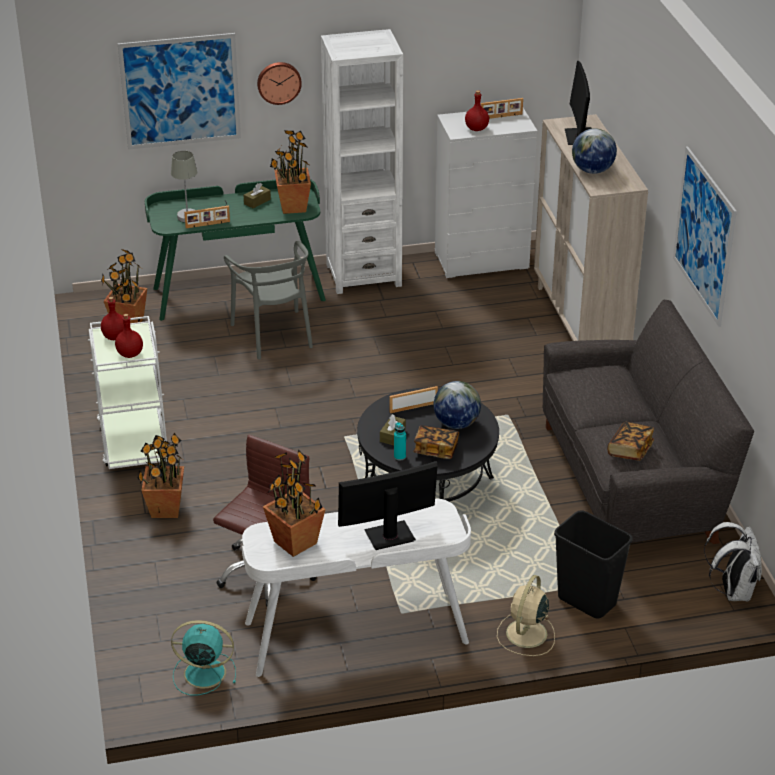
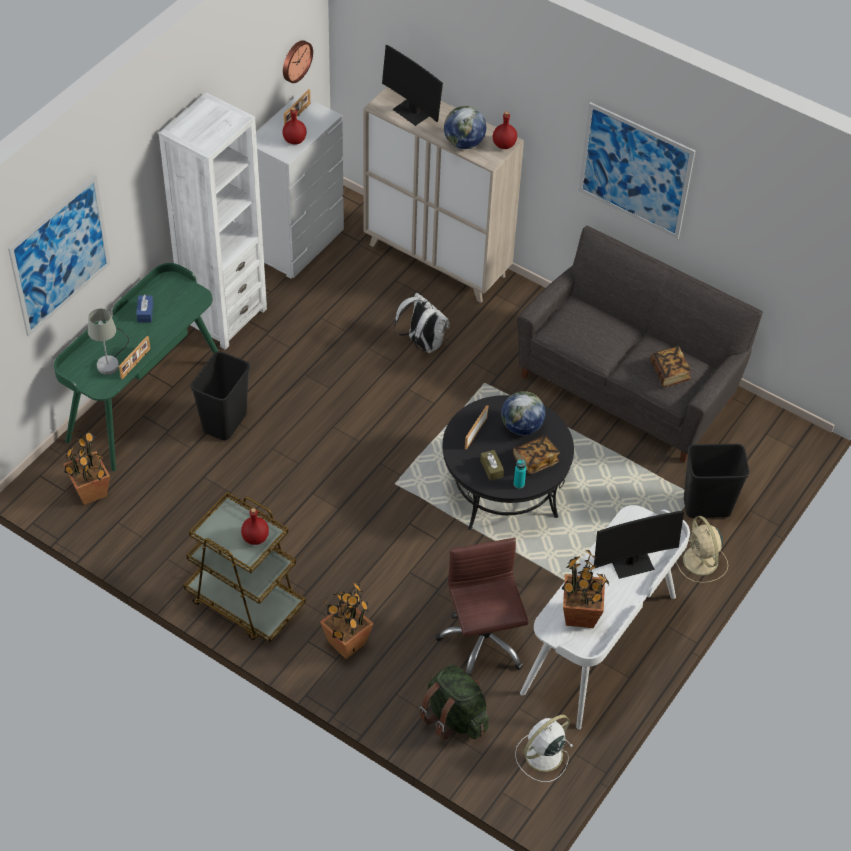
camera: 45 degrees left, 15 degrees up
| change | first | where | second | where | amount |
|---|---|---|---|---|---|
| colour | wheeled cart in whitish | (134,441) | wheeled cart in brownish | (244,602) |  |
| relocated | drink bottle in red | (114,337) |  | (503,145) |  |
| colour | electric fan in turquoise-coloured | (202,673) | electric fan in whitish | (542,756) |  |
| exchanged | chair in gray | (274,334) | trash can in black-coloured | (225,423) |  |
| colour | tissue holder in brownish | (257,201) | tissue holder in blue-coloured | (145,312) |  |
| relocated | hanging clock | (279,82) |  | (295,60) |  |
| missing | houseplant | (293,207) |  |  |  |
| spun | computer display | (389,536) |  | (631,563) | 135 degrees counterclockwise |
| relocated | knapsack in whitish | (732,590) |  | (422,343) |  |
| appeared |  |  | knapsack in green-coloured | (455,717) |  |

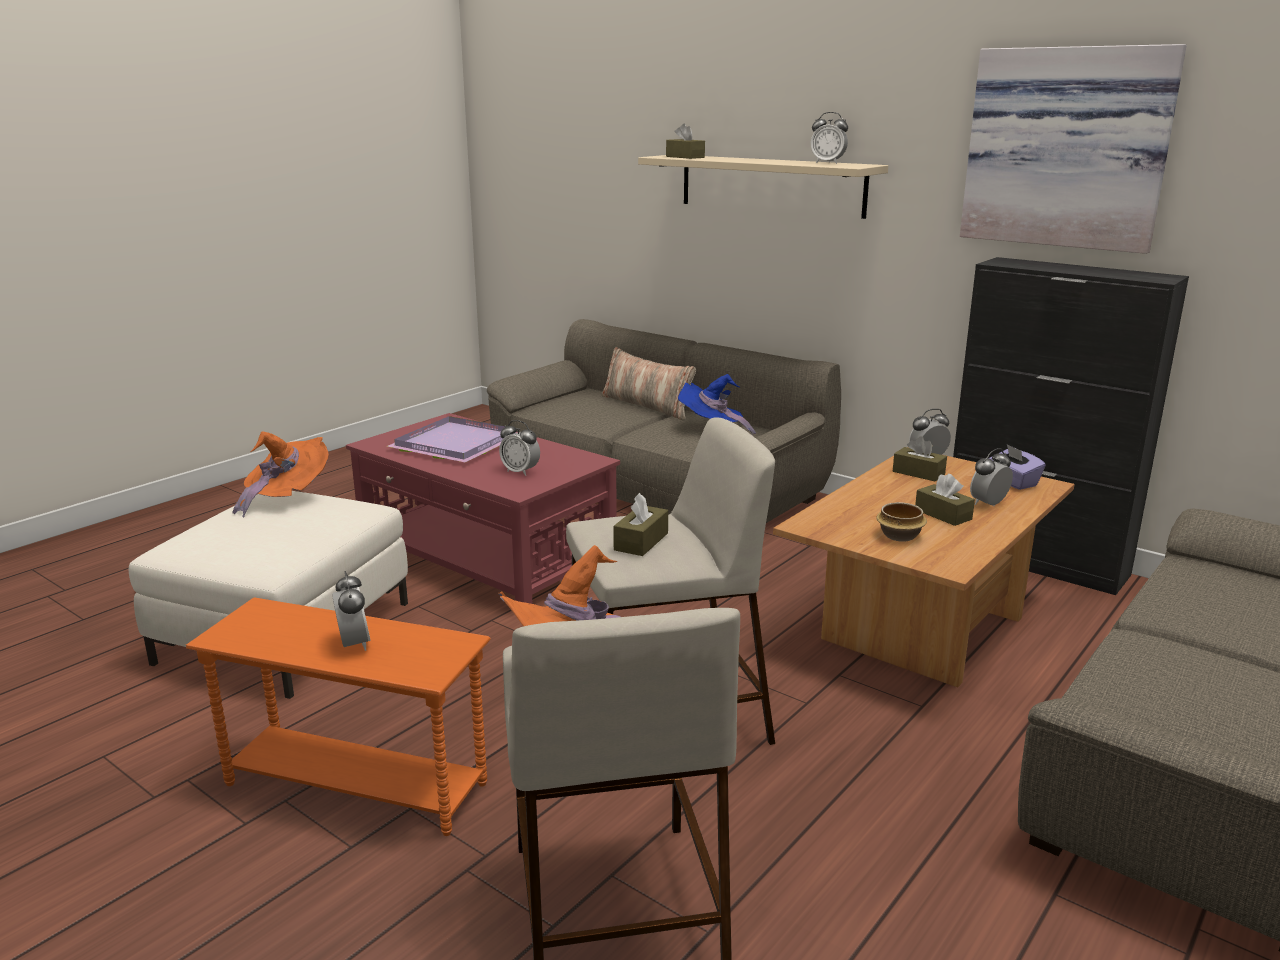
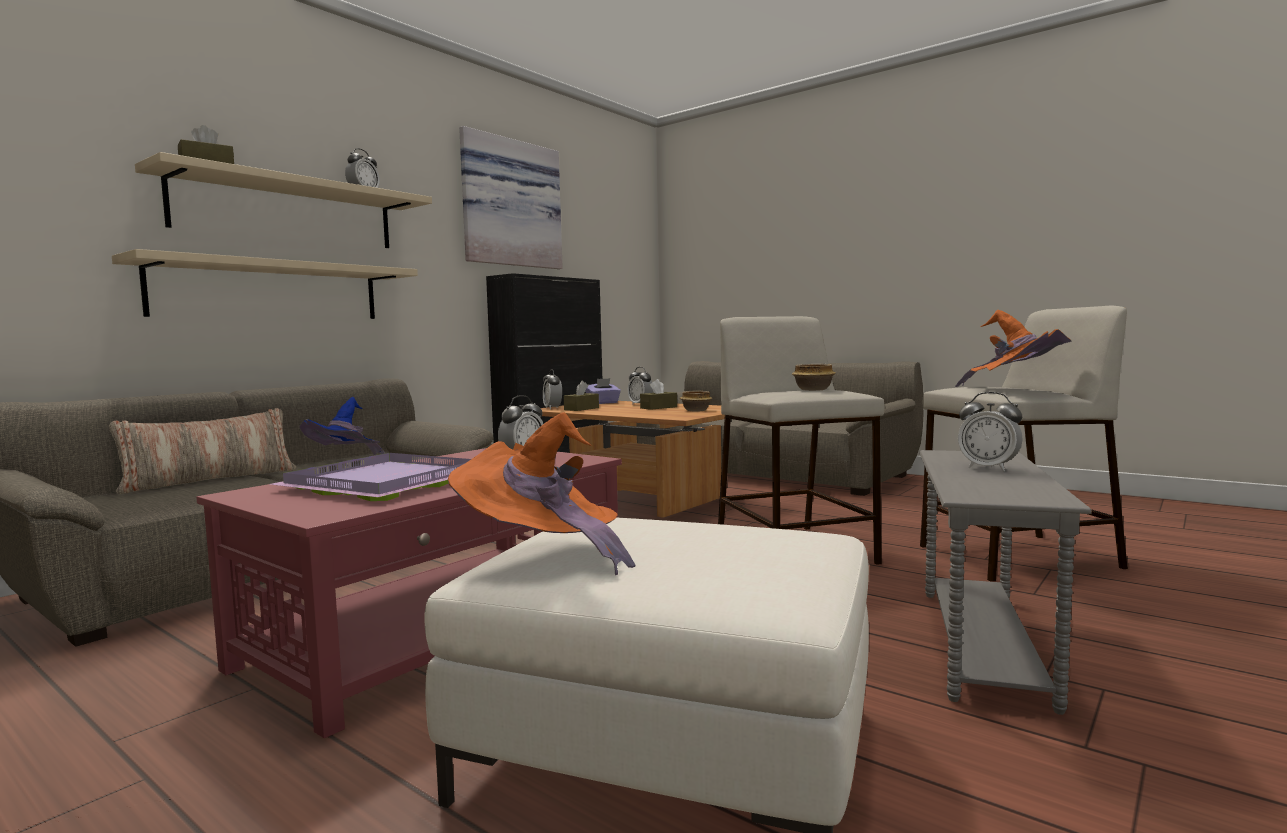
camera: 90 degrees left, 15 degrees down
| change | first | where | second | where | amount |
|---|---|---|---|---|---|
| colour | accent table in orange-coloured | (355,785) | accent table in gray | (984,644) |  |
| spun | bedside clock | (354,644) |  | (988,468) | 120 degrees counterclockwise |
| exchanged | tissue holder in brownish | (641,541) | serving bowl | (814,389) |  |
| appeared |  |  | shelf in beige-coloured | (270,291) |  |

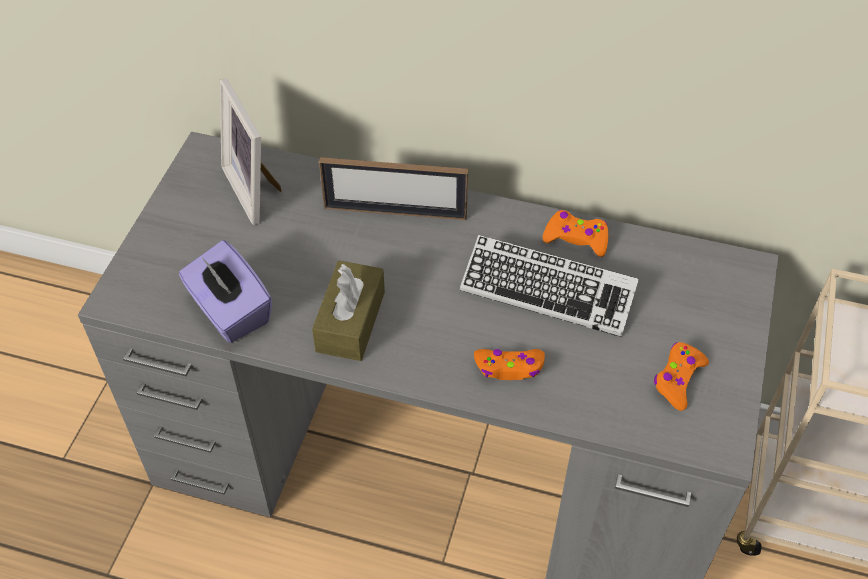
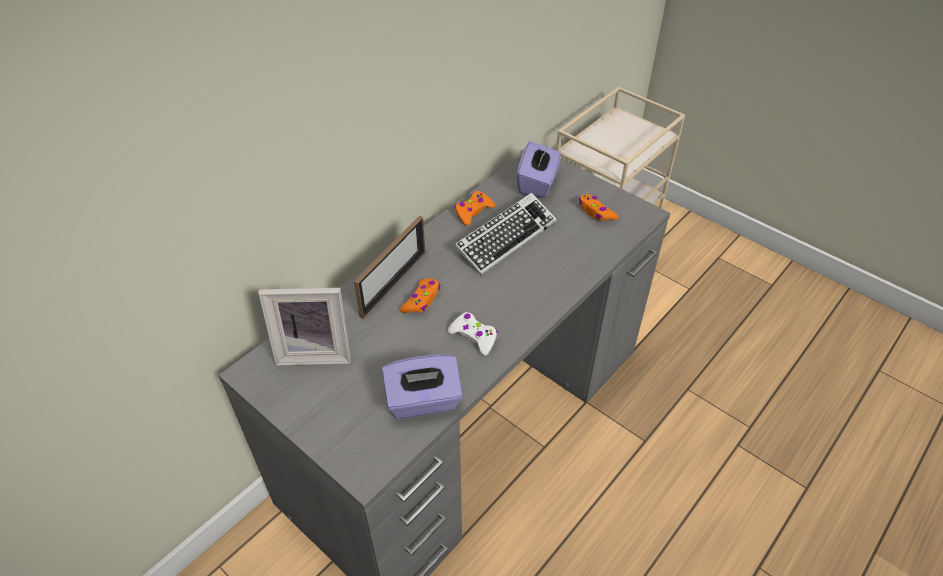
camera: 65 degrees left, 5 degrees down
| change | first | where | second | where | amount |
|---|---|---|---|---|---|
| exchanged | tissue holder in brownish | (350,321) | gamepad in whitish | (474,336) |  |
| relocated | gamepad in orange-coloured | (509,368) |  | (422,300) |  |
| appeared |  |  | tissue holder in purple | (537,183) |  |

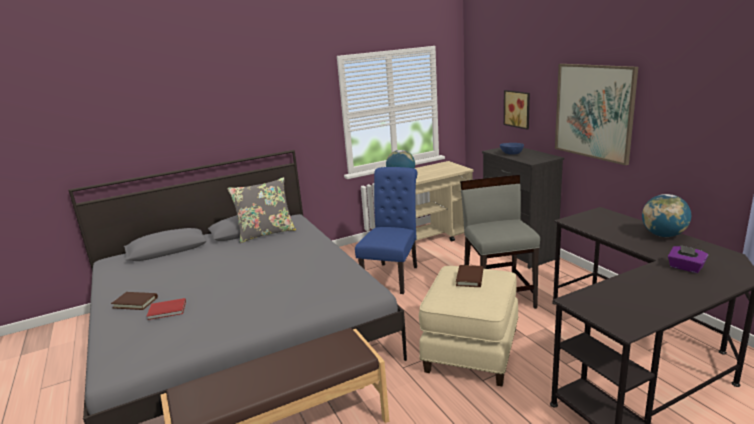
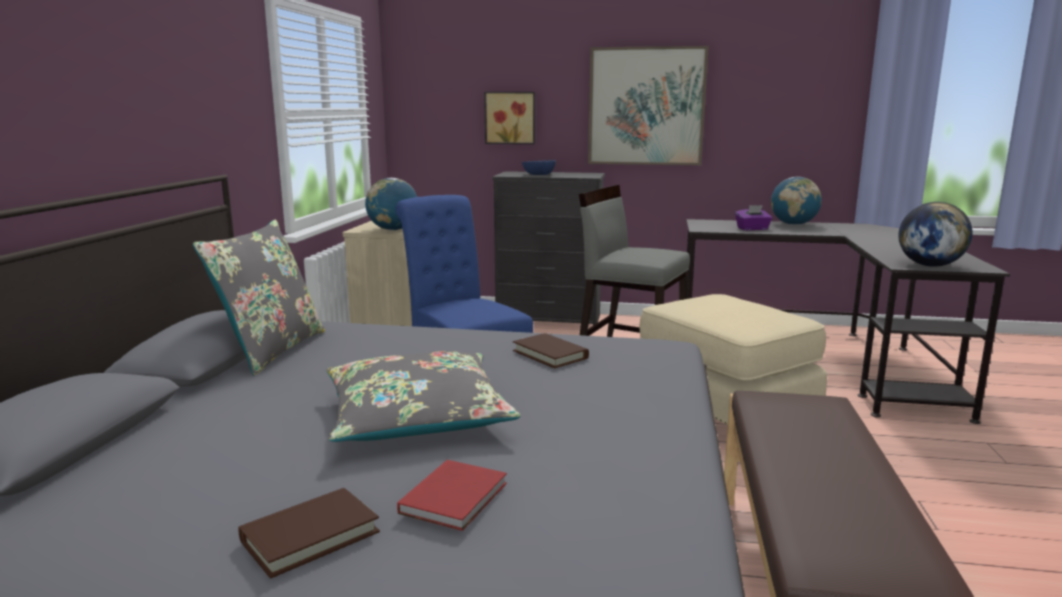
camera: 55 degrees left, 5 degrees down
| change | first | where | second | where | amount |
|---|---|---|---|---|---|
| relocated | volume in brownish | (470,278) |  | (550,354) |  |
| relocated | tissue holder in purple | (685,267) |  | (752,229) |  |
| appeared |  |  | throw pillow in gray | (417,416) |  |
| appeared |  |  | world globe | (929,265) |  |

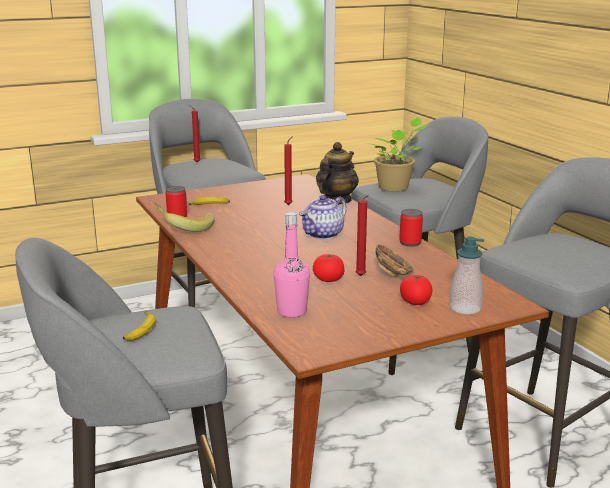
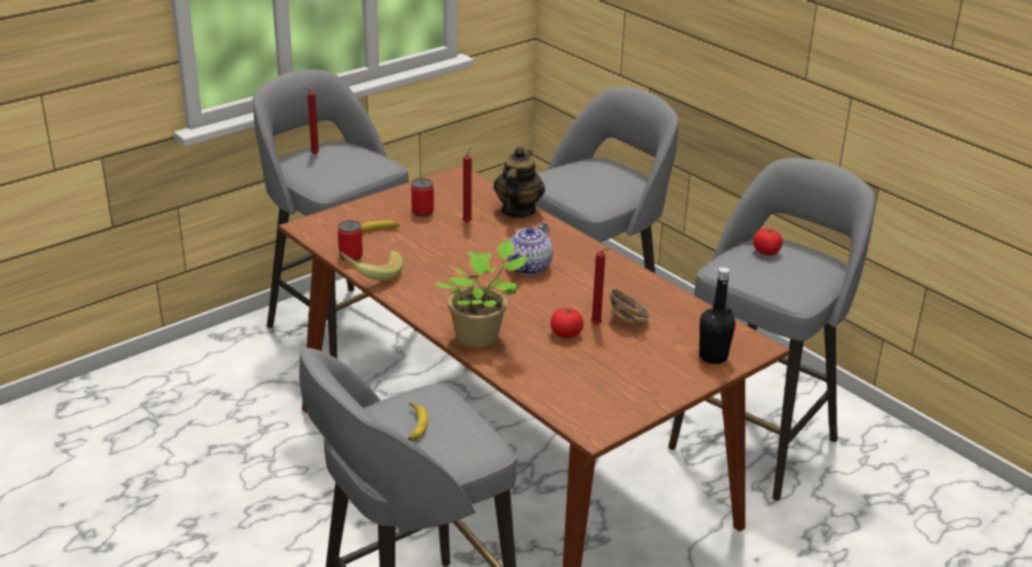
camera: 15 degrees left, 10 degrees up
| change | first | where | second | where | amount |
|---|---|---|---|---|---|
| missing | drink bottle in pink | (292,312) |  |  |  |
| relocated | houseplant | (395,188) |  | (480,337) |  |
| relocated | sealed can | (410,243) |  | (422,212) |  |
| relocated | fresh tomato | (415,302) |  | (766,252) |  |
| exchanged | soap dispenser | (465,308) | drink bottle in black-coloured | (713,356) |  |

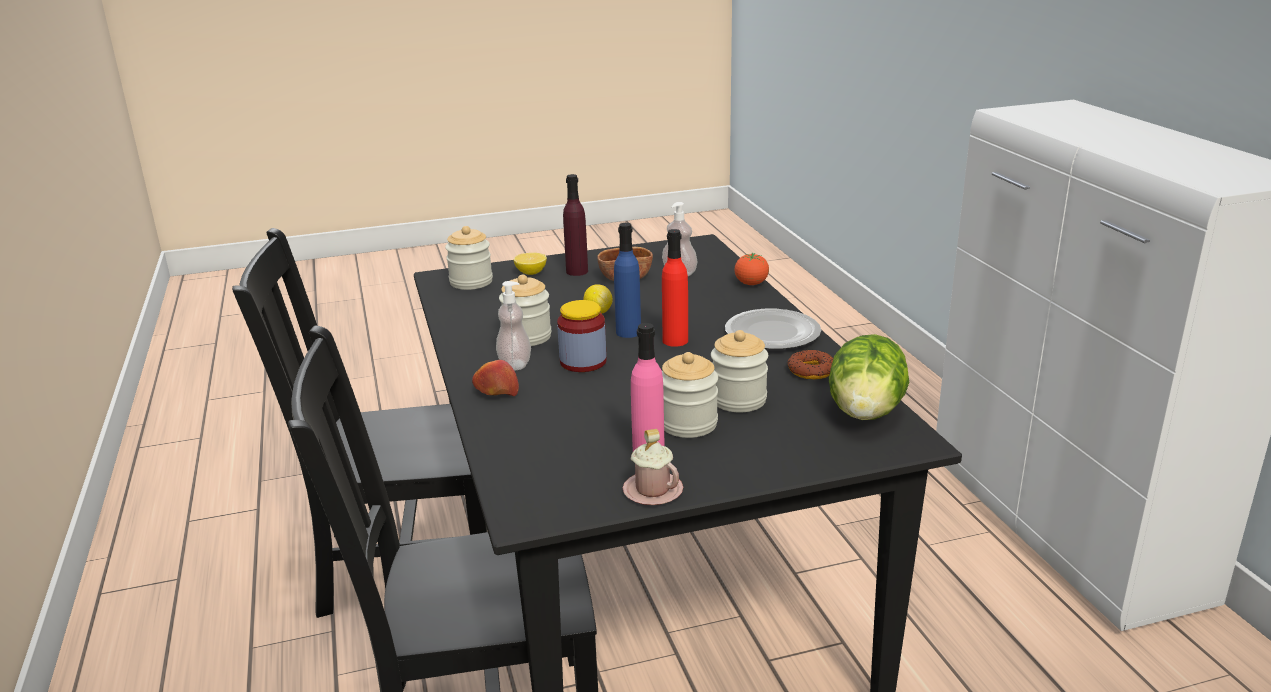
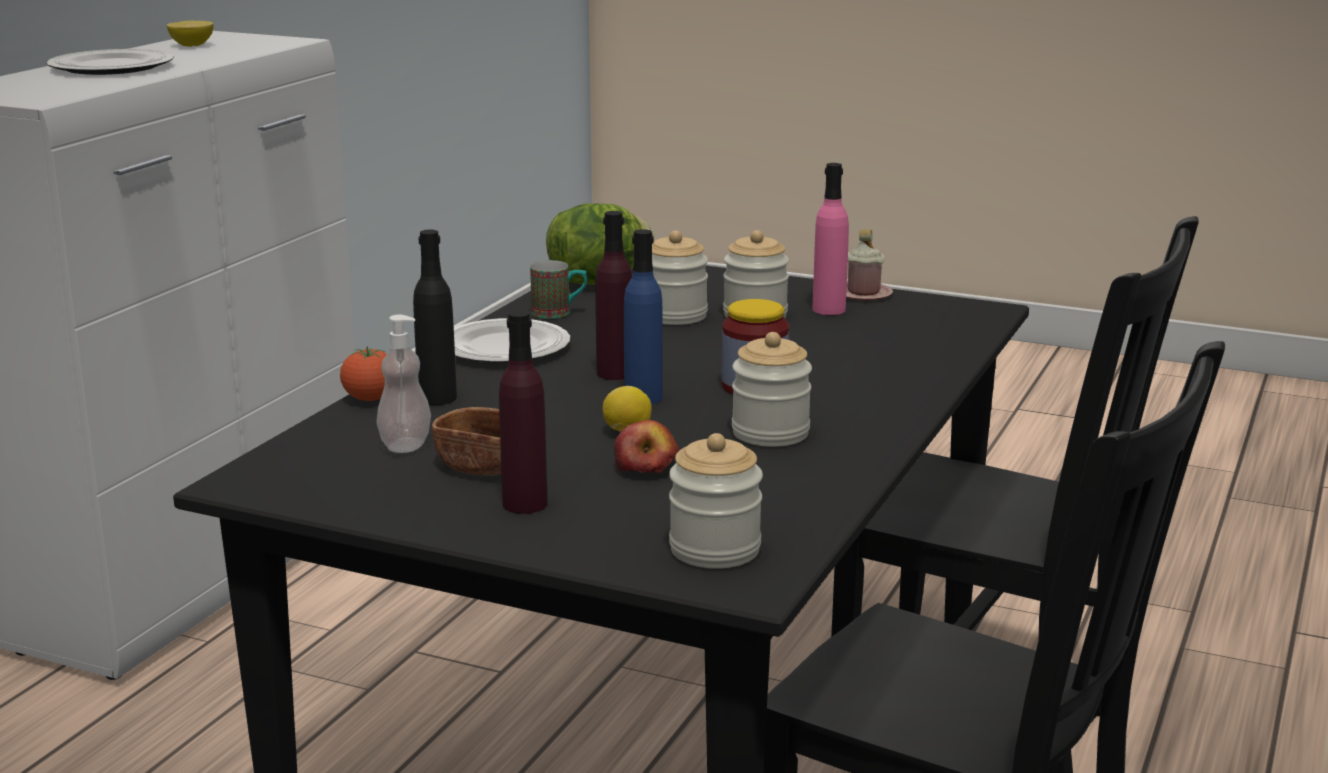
camera: 140 degrees left, 5 degrees down
| change | first | where | second | where | amount |
|---|---|---|---|---|---|
| relocated | whole apple | (496,391) |  | (646,467) |  |
| missing | soap dispenser | (514,364) |  |  |  |
| relocated | citrus fruit | (531,273) |  | (192,45) |  |
| colour | drink bottle in red | (675,340) | drink bottle in purple | (615,373) |  |
| exchanged | donut | (811,371) | mug | (559,313) |  |
| appeared |  |  | flat dish | (110,67) |  |
| appeared |  |  | drink bottle in black-coloured | (437,398) |  |

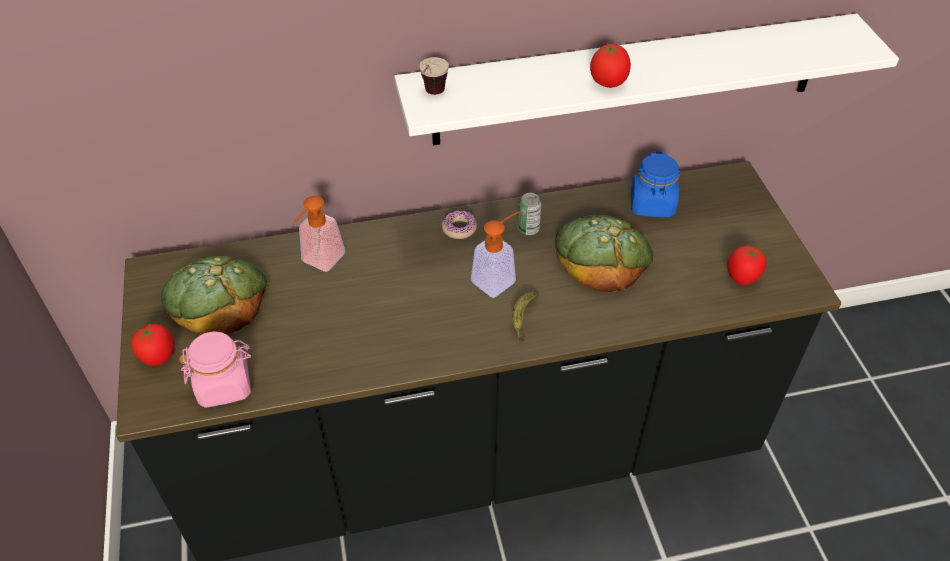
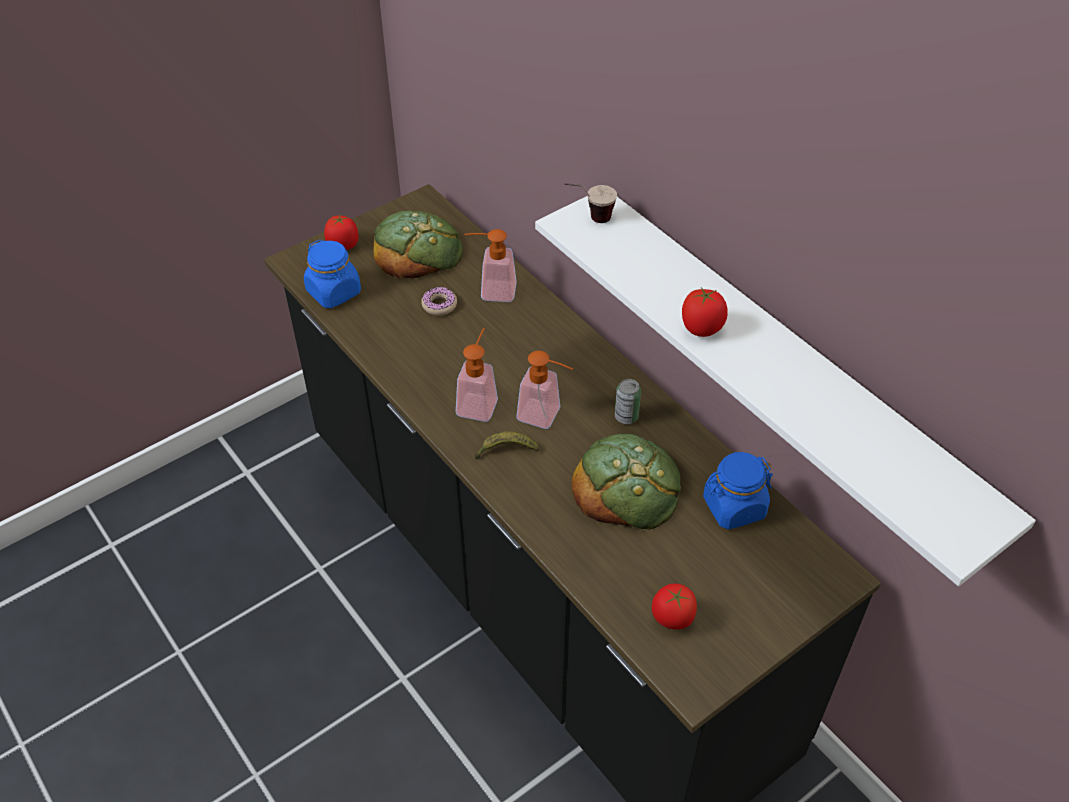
camera: 65 degrees right, 0 degrees up
| change | first | where | second | where | amount |
|---|---|---|---|---|---|
| colour | preserve jar in pink | (224,385) | preserve jar in blue-coloured | (334,292) |  |
| relocated | donut | (459,228) |  | (439,305) |  |
| appeared |  |  | soap dispenser | (479,402) |  |

